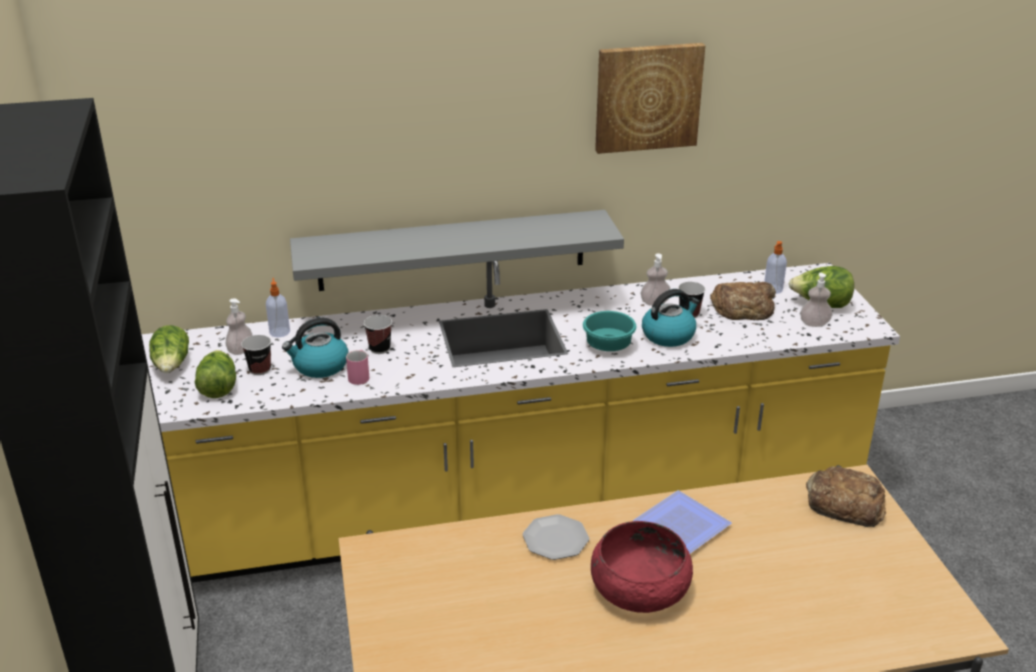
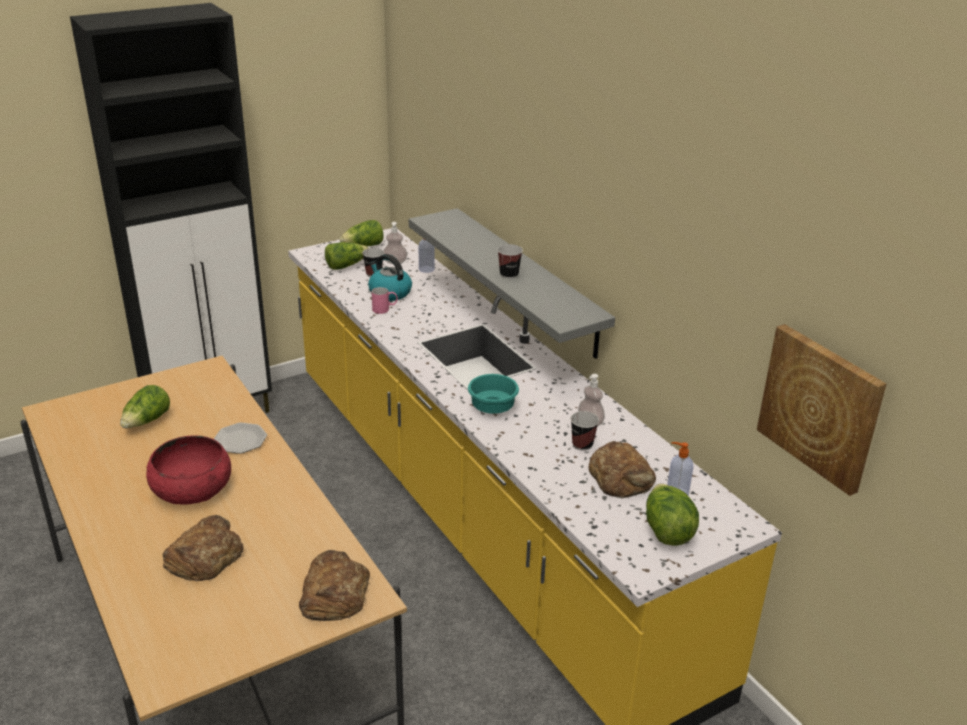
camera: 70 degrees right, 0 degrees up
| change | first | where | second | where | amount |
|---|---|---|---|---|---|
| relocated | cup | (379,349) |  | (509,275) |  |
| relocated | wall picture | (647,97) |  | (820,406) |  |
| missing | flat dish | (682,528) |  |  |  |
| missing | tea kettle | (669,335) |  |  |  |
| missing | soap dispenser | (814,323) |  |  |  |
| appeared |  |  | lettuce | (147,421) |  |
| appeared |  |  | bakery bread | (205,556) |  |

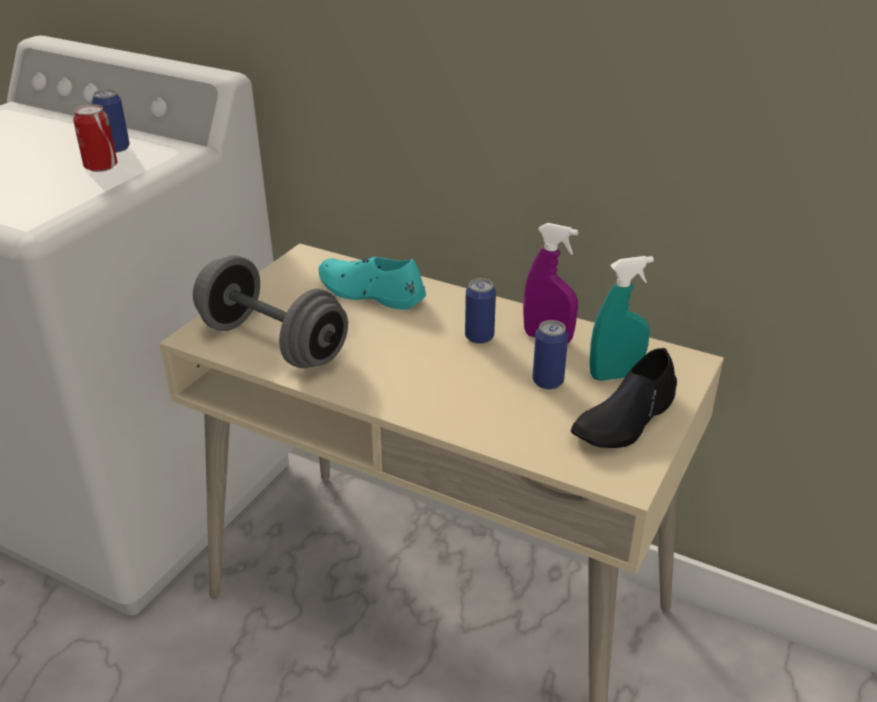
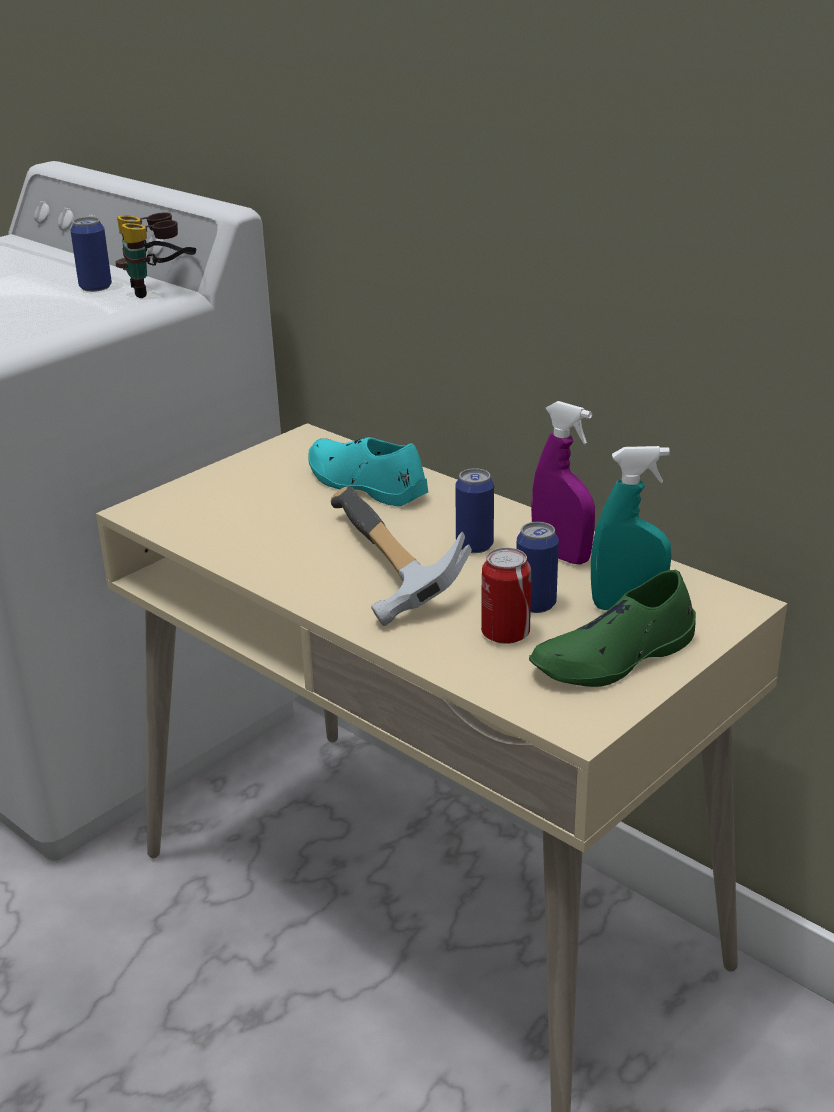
camera: 15 degrees right, 5 degrees down
| change | first | where | second | where | amount |
|---|---|---|---|---|---|
| relocated | sealed can | (101,167) |  | (505,634) |  |
| missing | free weight in gray | (273,343) |  |  |  |
| colour | low shoe in black-coloured | (625,419) | low shoe in green-coloured | (614,657) |  |
| appeared |  |  | binoculars | (160,290) |  |
| appeared |  |  | hand hammer | (379,570) |  |

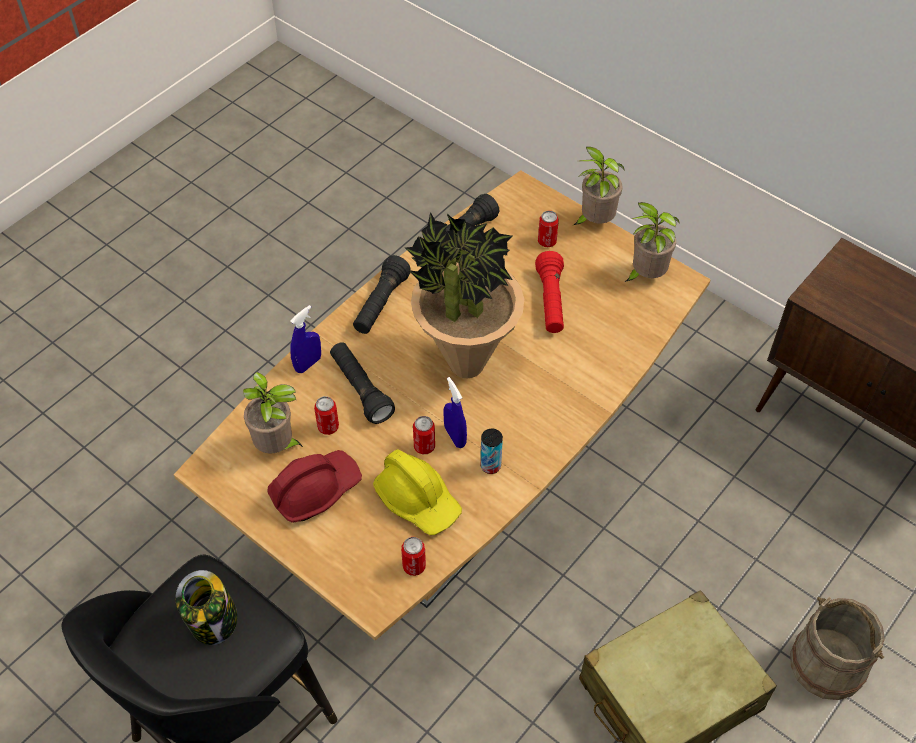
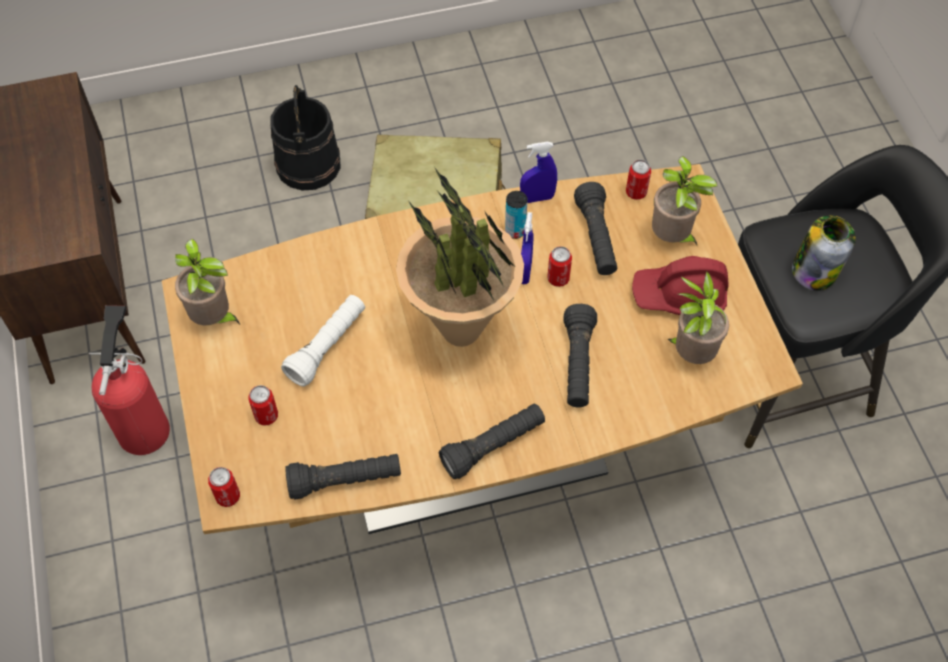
camera: 145 degrees left, 5 degrees up
| change | first | where | second | where | amount |
|---|---|---|---|---|---|
| relocated | hand sprayer in blue-coloured | (308,364) |  | (537,198) |  |
| relocated | sealed can | (328,427) |  | (228,496) |  |
| exchanged | safety helmet in yellowish | (418,500) | flashlight in black-coloured | (596,238) |  |
| colour | flashlight in red | (551,302) | flashlight in whitish | (327,346) |  |
| relocated | houseplant | (594,221) |  | (672,238) |  |
| colour | water bucket in beige-coloured | (827,664) | water bucket in black-coloured | (309,165) |  |
| appeared |  |  | extinguisher | (145,426) |  |

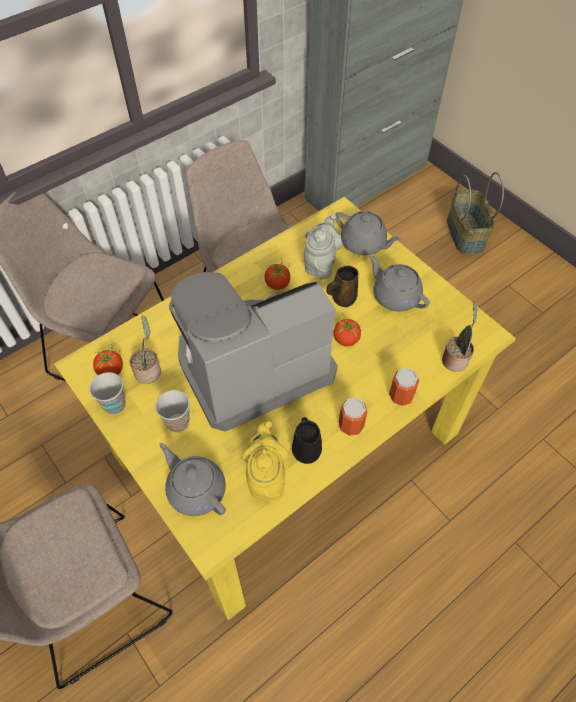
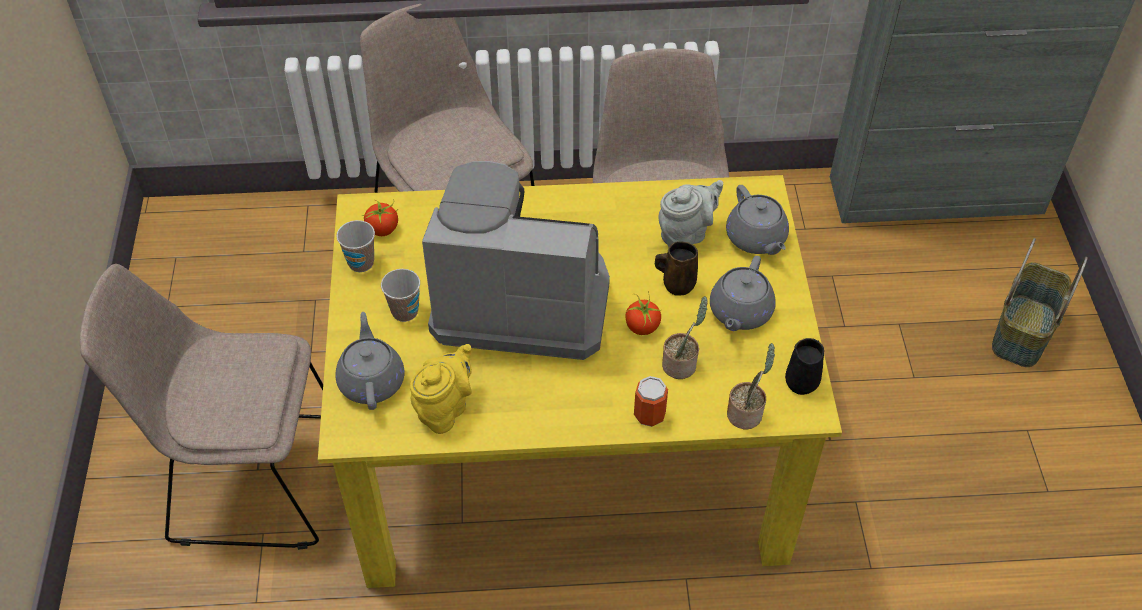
camera: 35 degrees right, 5 degrees down
| change | first | where | second | where | amount |
|---|---|---|---|---|---|
| relocated | houseplant | (149,371) |  | (681,364) |  |
| missing | fresh tomato | (277,284) |  |  |  |
| relocated | mug in black-coloured | (306,450) |  | (802,381) |  |
| missing | sealed can | (351,425) |  |  |  |
| spun | pot for tea in gray | (395,296) |  | (740,312) | 150 degrees counterclockwise |

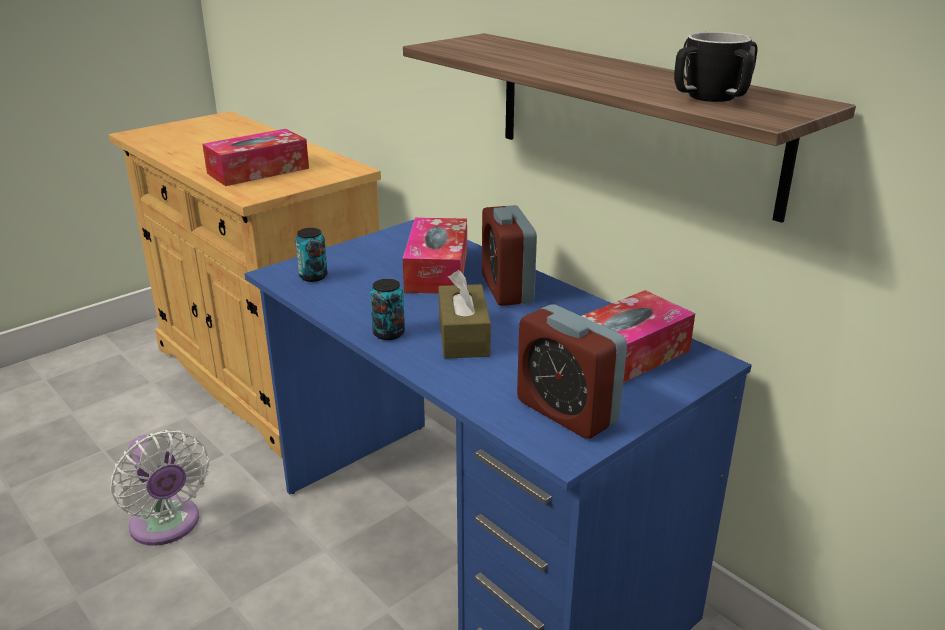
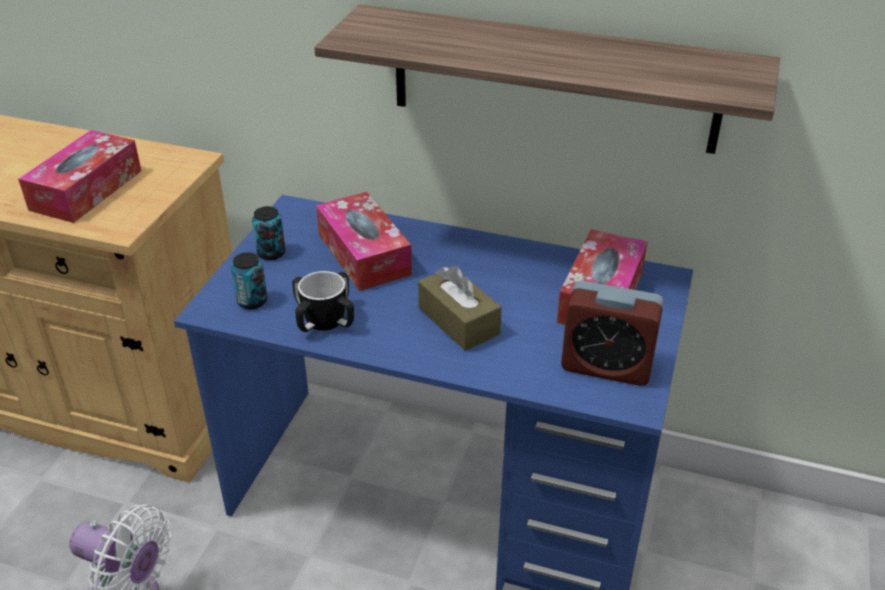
camera: 30 degrees left, 10 degrees up
| change | first | where | second | where | amount |
|---|---|---|---|---|---|
| relocated | sealed can | (388,333) |  | (271,253) |  |
| missing | bedside clock | (507,289) |  |  |  |
| relocated | mug | (711,97) |  | (325,320) |  |

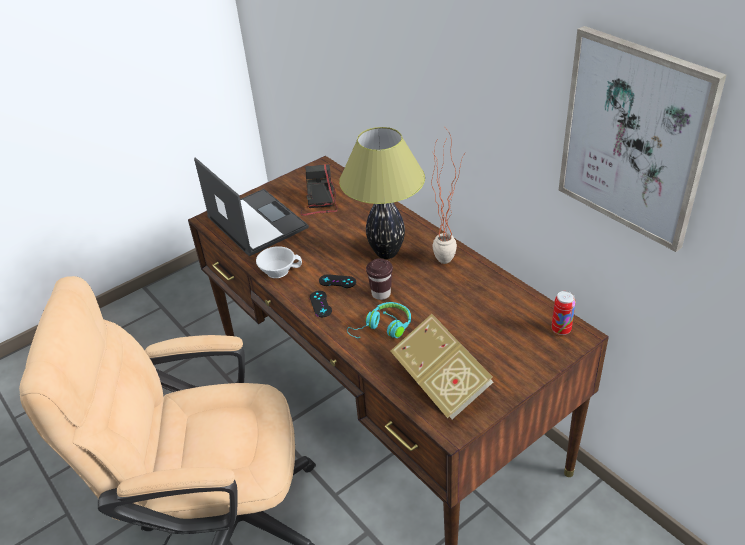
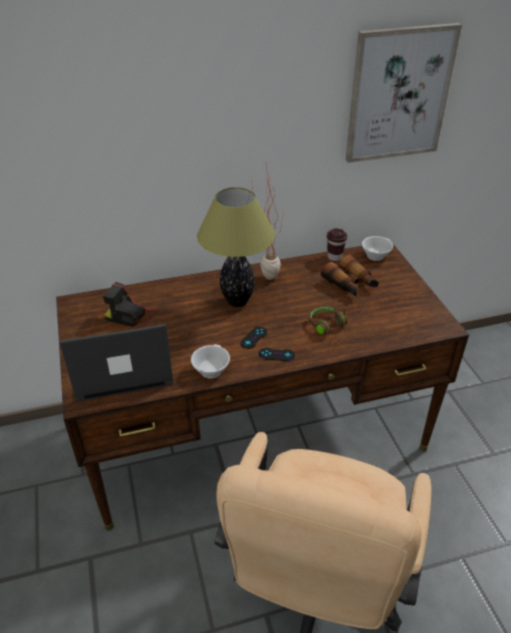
camera: 70 degrees left, 0 degrees up
| change | first | where | second | where | amount |
|---|---|---|---|---|---|
| colour | headset in turquoise-coloured | (383,328) | headset in brownish | (328,329) |  |
| relocated | cup in brownish | (381,294) |  | (334,257) |  |
| missing | volume | (442,383) |  |  |  |
| exchanged | sealed can | (561,329) | cup in whitish | (375,254) |  |
| appeared |  |  | binoculars | (350,285) |  |

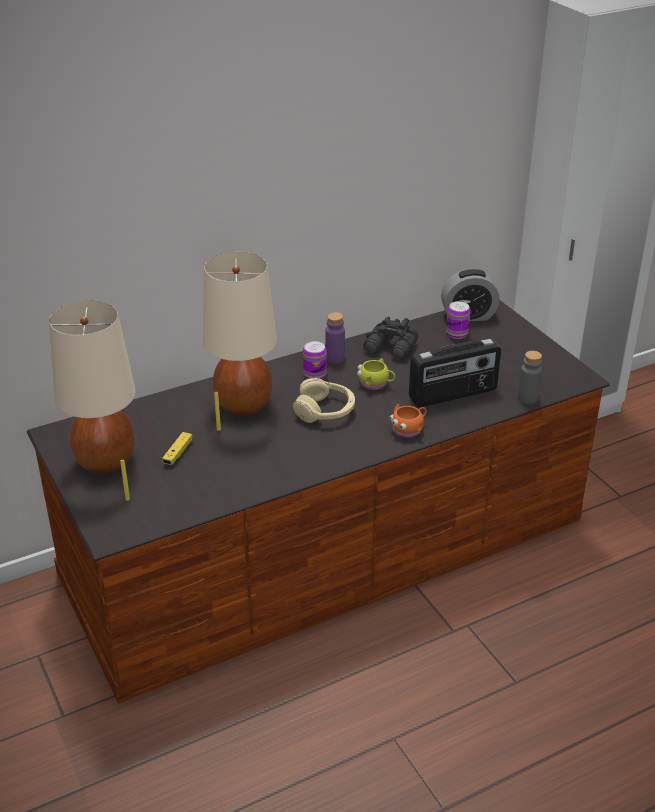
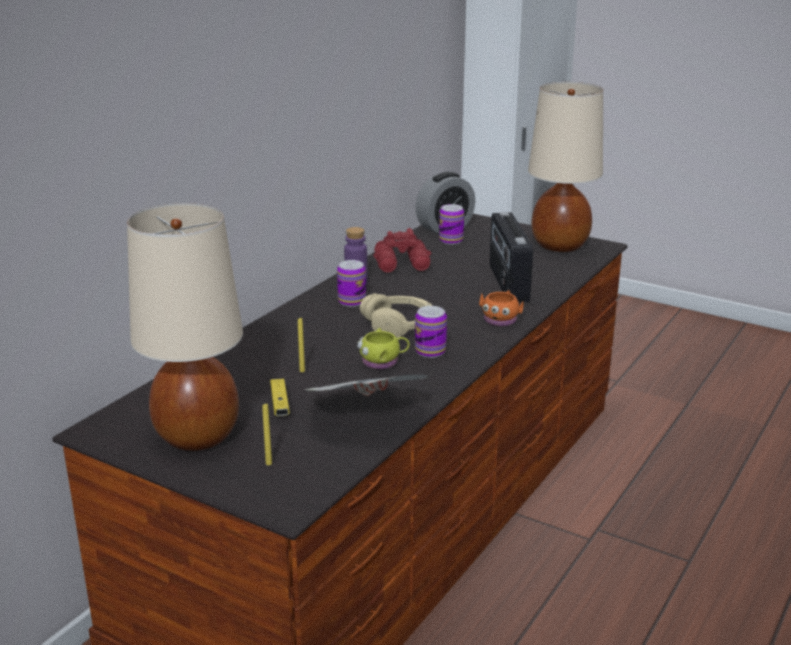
camera: 30 degrees left, 10 degrees down
| change | first | where | second | where | amount |
|---|---|---|---|---|---|
| relocated | lamp for a table in beige-coloured | (244,404) |  | (559,245) |  |
| relocated | mug in yellowish | (376,384) |  | (383,361) |  |
| colour | binoculars in black-coloured | (391,349) | binoculars in red | (403,264) |  |
| spun | radio | (453,395) |  | (507,283) | 135 degrees clockwise |
| missing | drink bottle in gray | (527,398) |  |  |  |
| appeared |  |  | printed paper | (366,414) |  |
| appeared |  |  | sealed can | (430,351) |  |

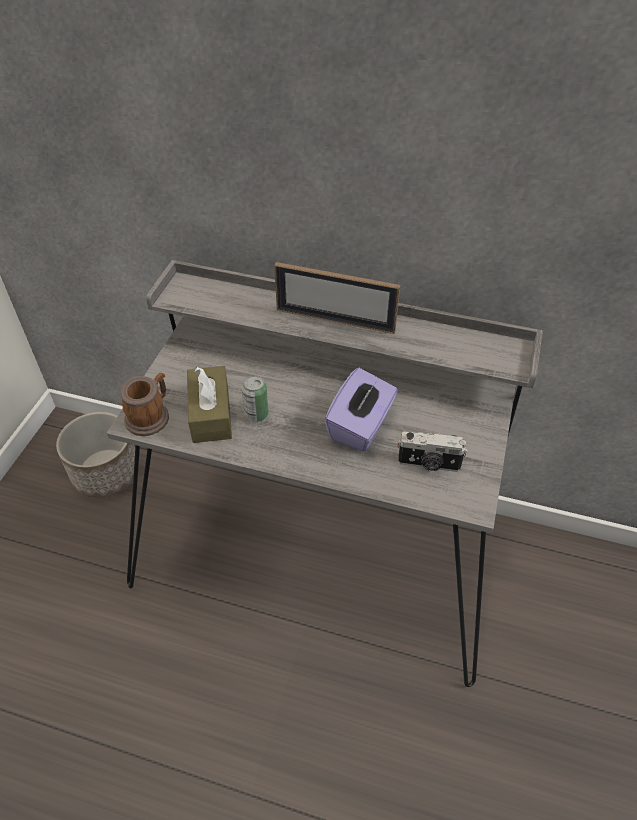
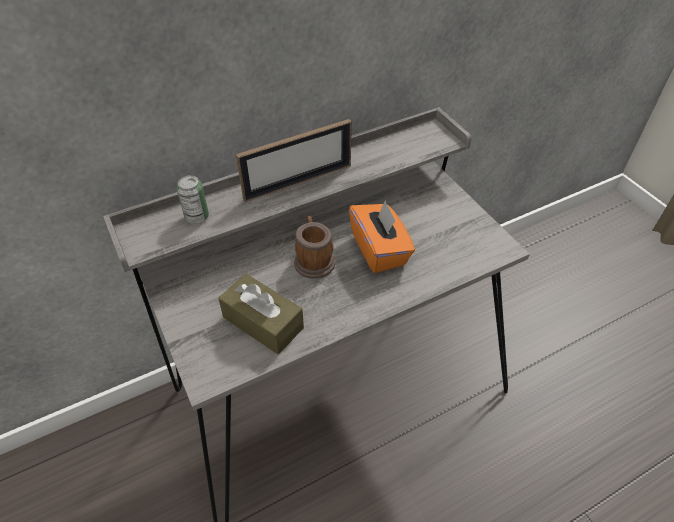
camera: 45 degrees left, 0 degrees up
| change | first | where | second | where | amount |
|---|---|---|---|---|---|
| missing | flower pot | (105,473) |  |  |  |
| relocated | mug | (150,416) |  | (313,259) |  |
| relocated | sealed can | (256,414) |  | (197,217) |  |
| colour | tissue holder in purple | (361,426) | tissue holder in orange-coloured | (379,250) |  |
| missing | still camera | (429,464) |  |  |  |

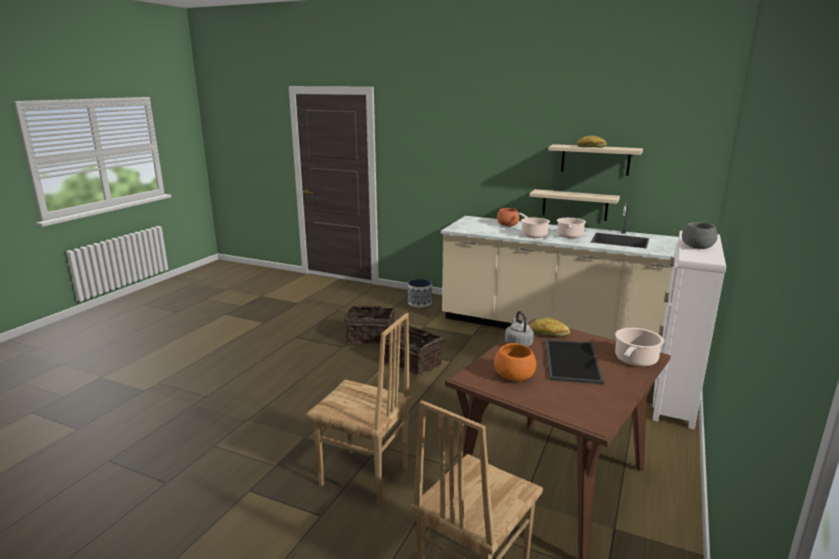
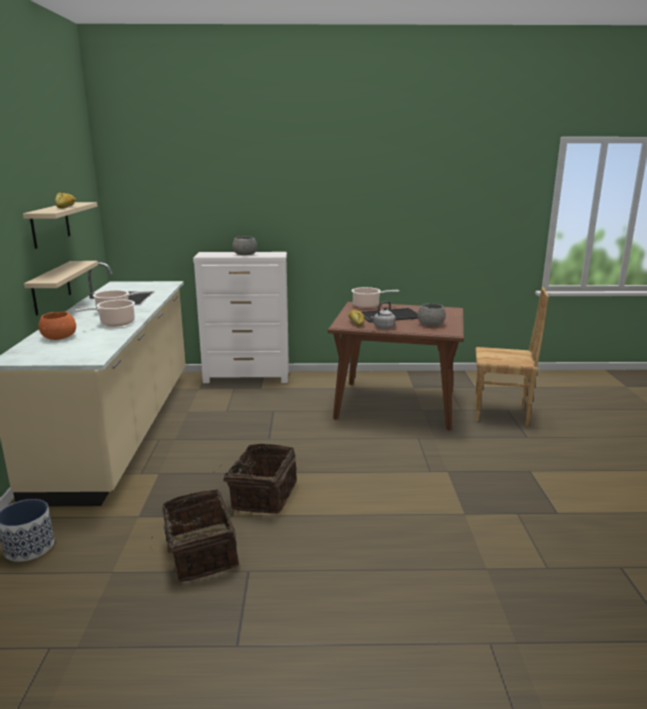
camera: 115 degrees left, 0 degrees up
| change | first | where | second | where | amount |
|---|---|---|---|---|---|
| missing | chair in brownish | (364,477) |  |  |  |
| colour | serving bowl in orange-coloured | (514,375) | serving bowl in gray | (430,324) |  |

